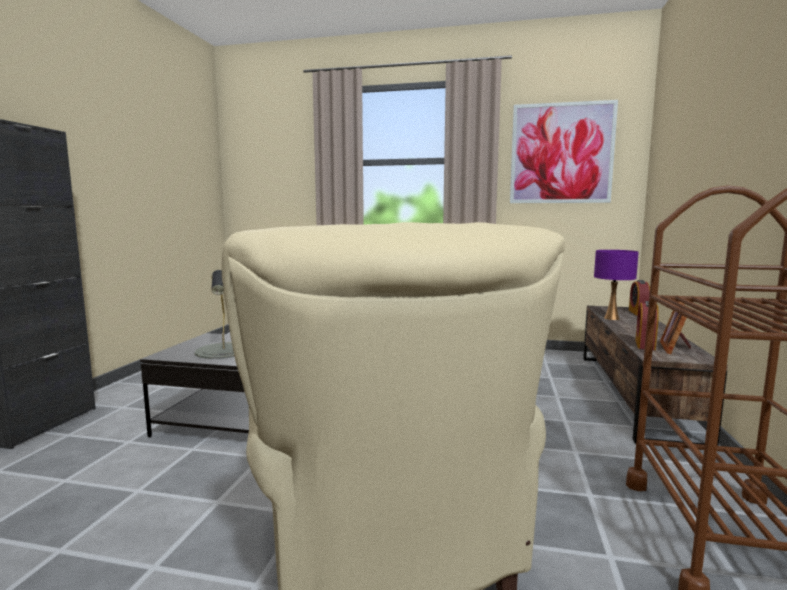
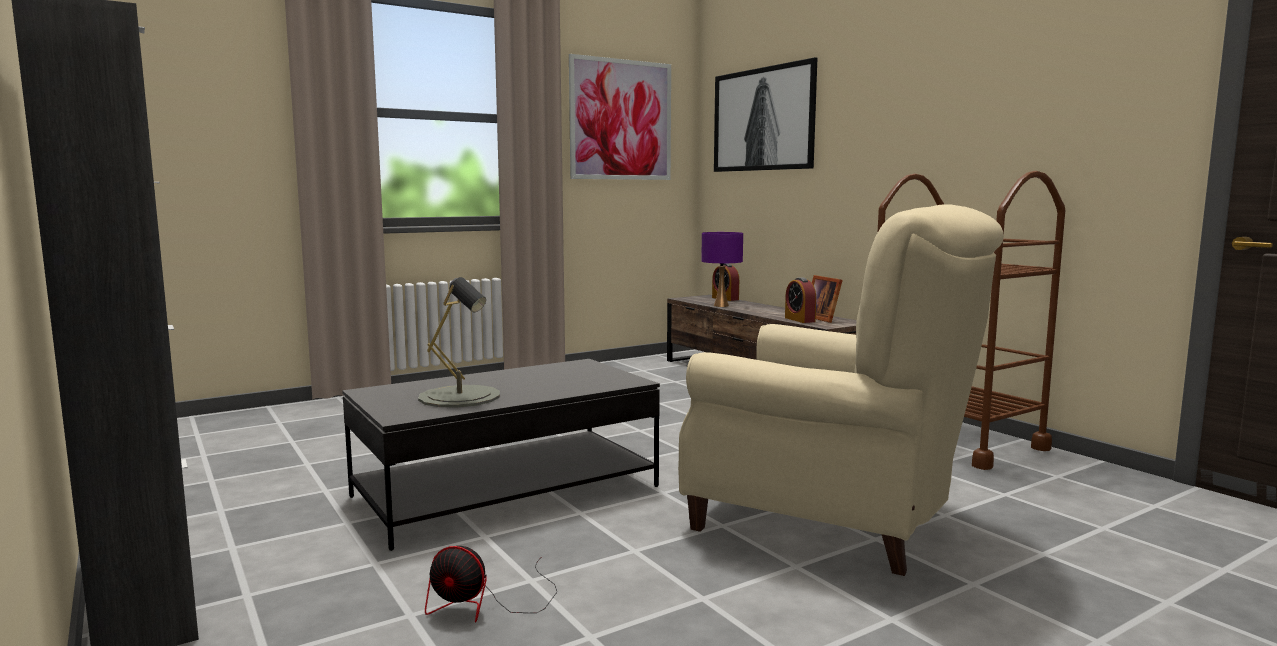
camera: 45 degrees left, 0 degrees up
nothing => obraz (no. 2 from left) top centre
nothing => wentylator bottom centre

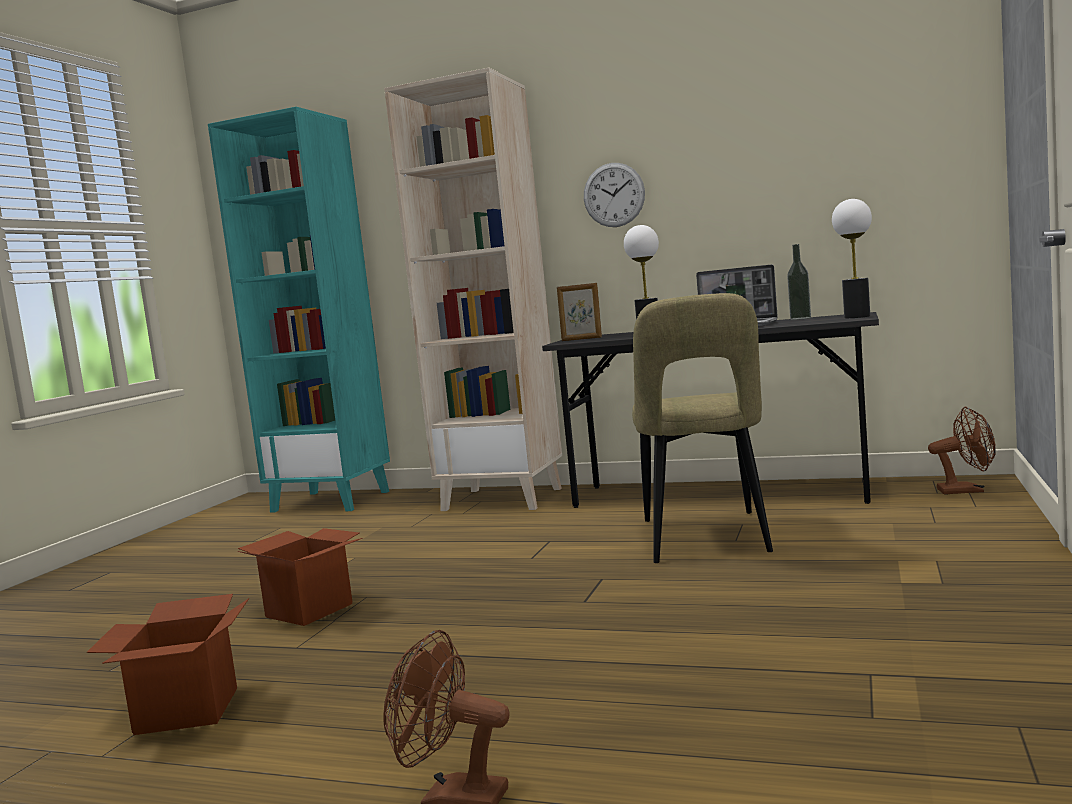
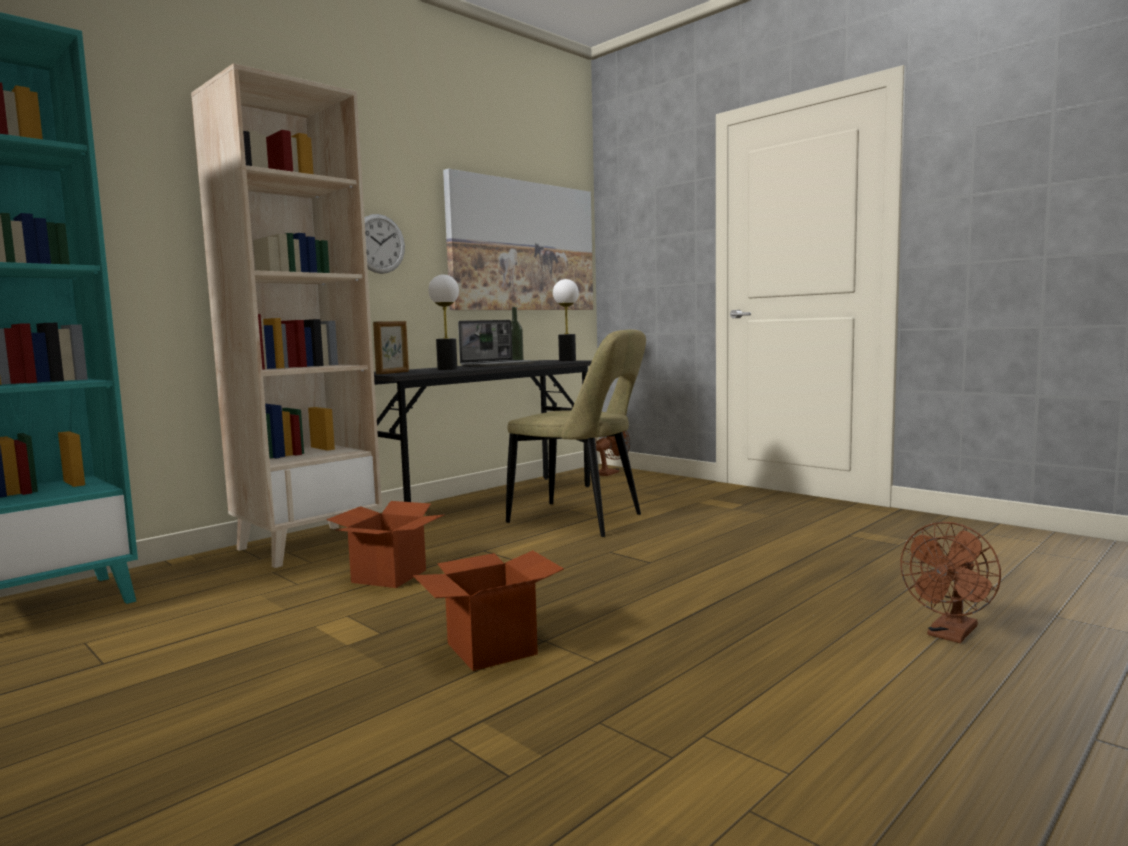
camera: 65 degrees left, 0 degrees up
karton (no. 1 from left) bottom left => karton (no. 1 from left) centre, shifted
nothing => obraz top centre

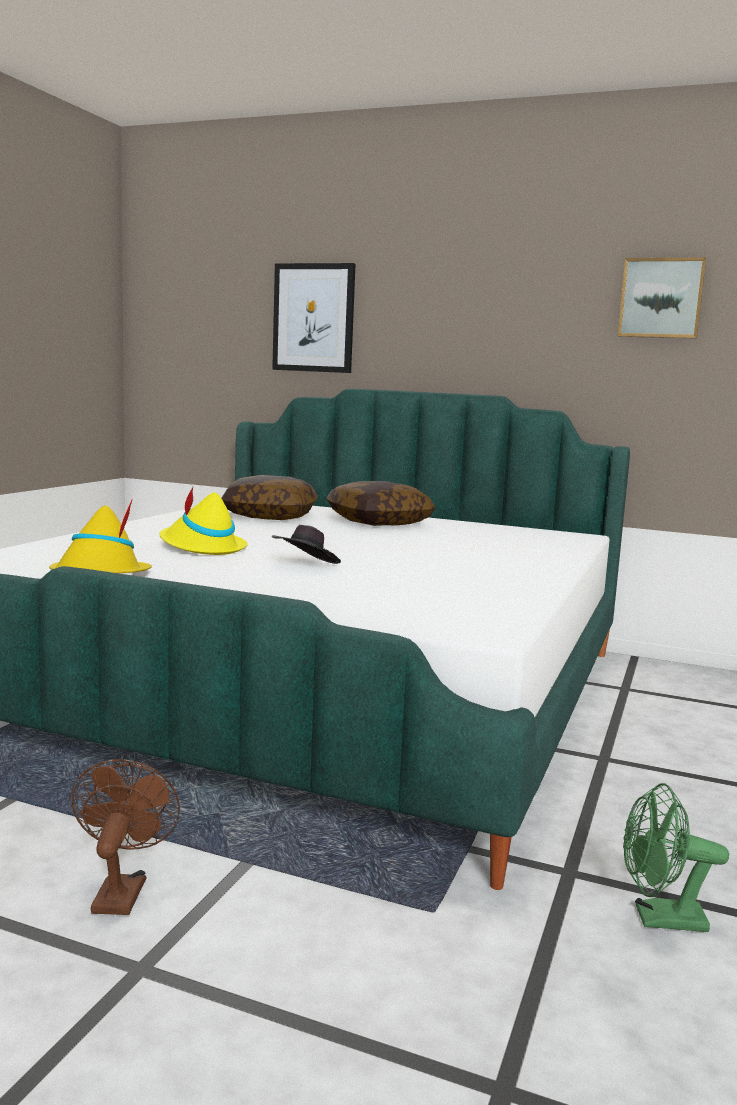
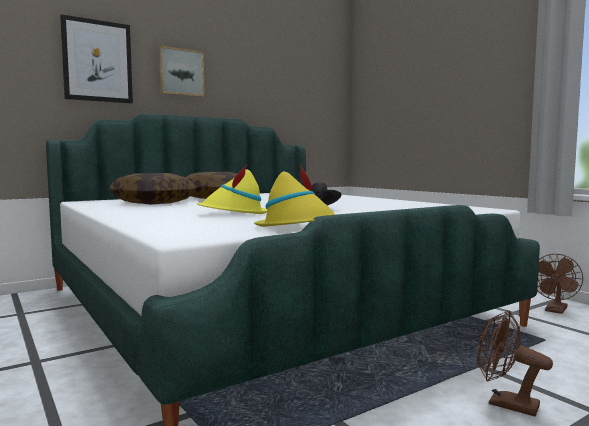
camera: 55 degrees left, 5 degrees down
obraz (no. 2 from left) top right => obraz (no. 2 from left) top left, shifted
wentylator (zielony) bottom right => wentylator (brązowy) (no. 2 from left) bottom right

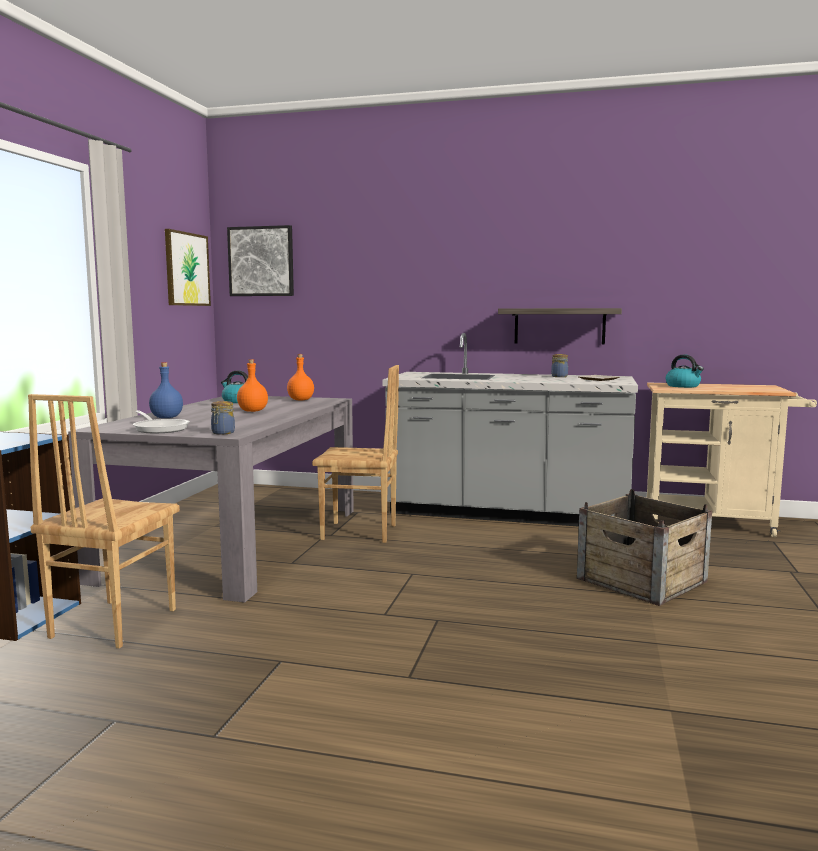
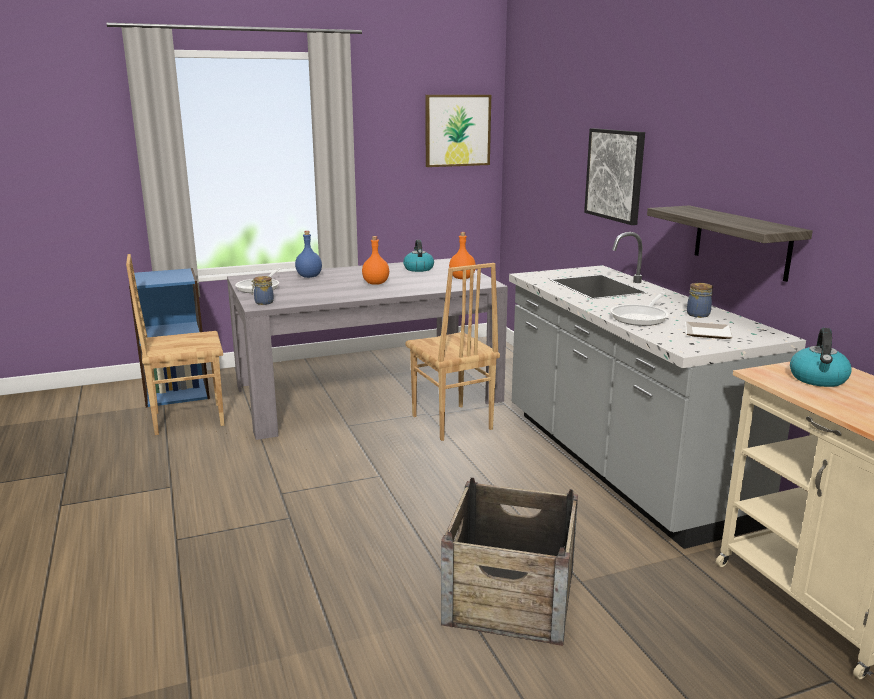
camera: 55 degrees right, 10 degrees up
obraz (no. 2 from left) top left => obraz (no. 2 from left) top right, shifted
nothing => patelnia (no. 2 from left) middle right

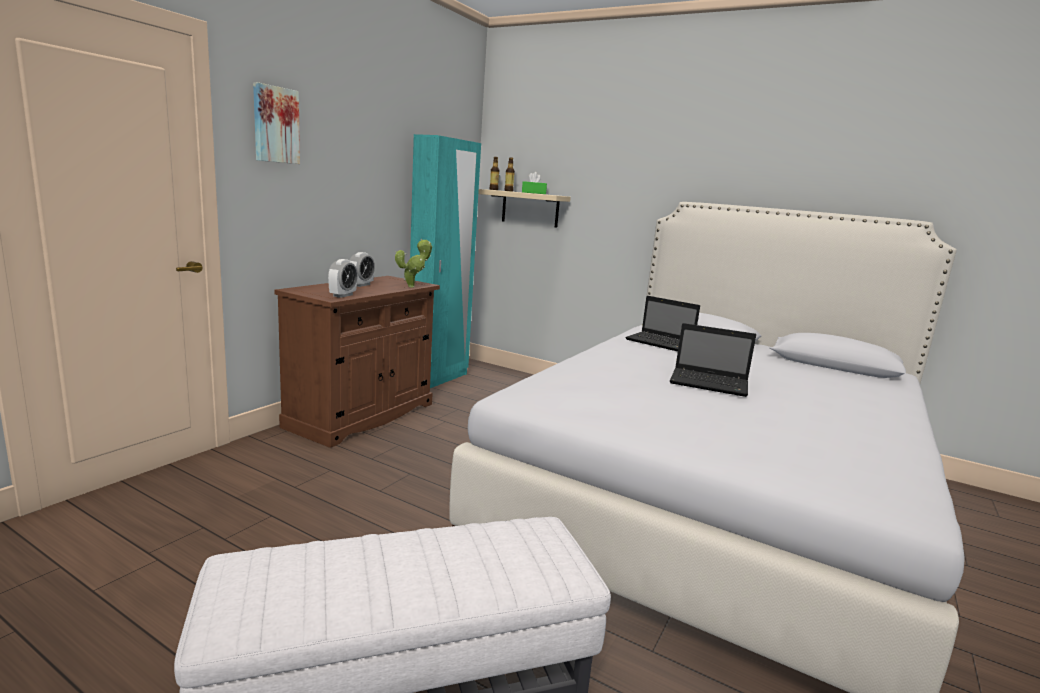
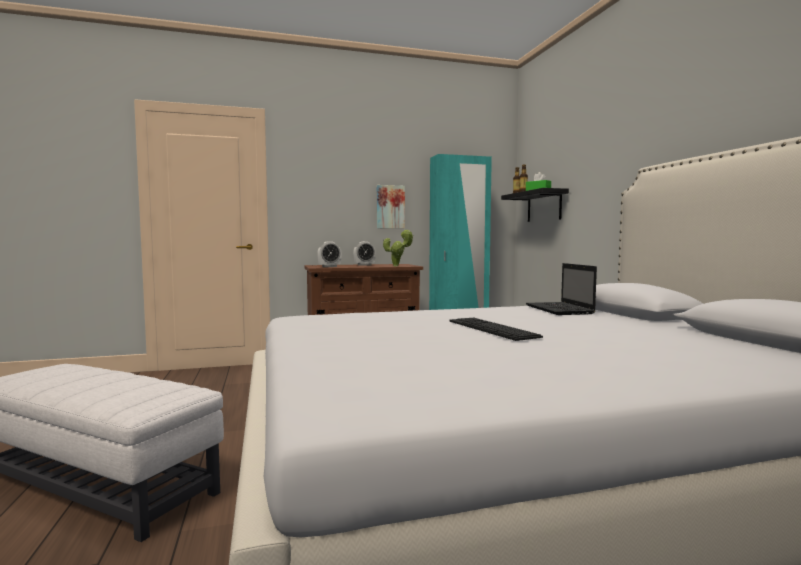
camera: 45 degrees right, 10 degrees down
obraz top left => obraz centre, shifted
półka (beżowy) top centre => półka (czarny) middle right
laptop (no. 2 from left) middle right => klawiatura centre

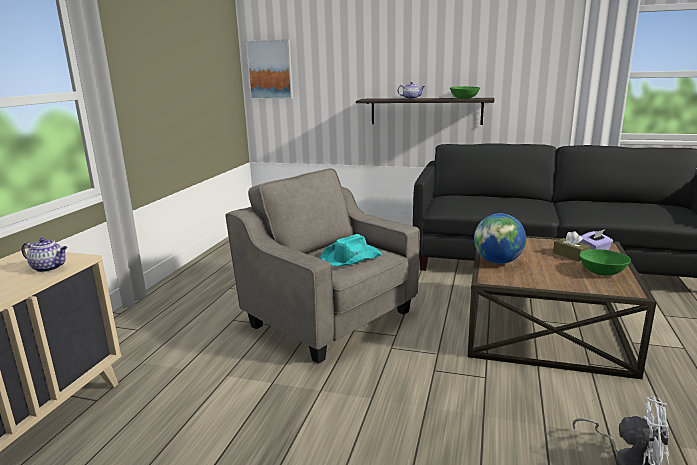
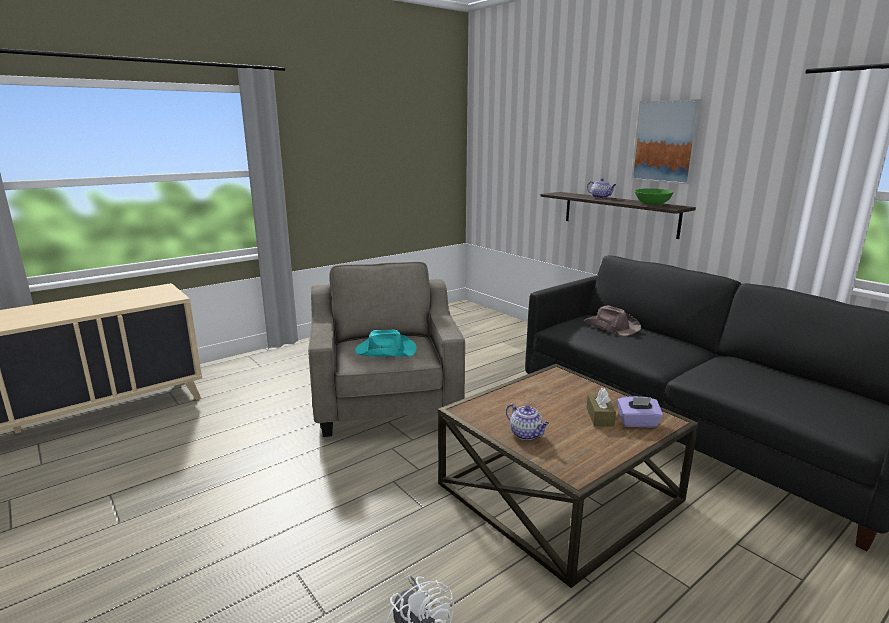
camera: 35 degrees right, 0 degrees up
obraz top centre => obraz top right, shifted
globus middle right => nothing
imbryk (no. 1 from left) middle left => imbryk (no. 1 from left) bottom centre, shifted
miska (zielony) (no. 2 from left) middle right => nothing
nothing => kapelusz (brązowy) middle right

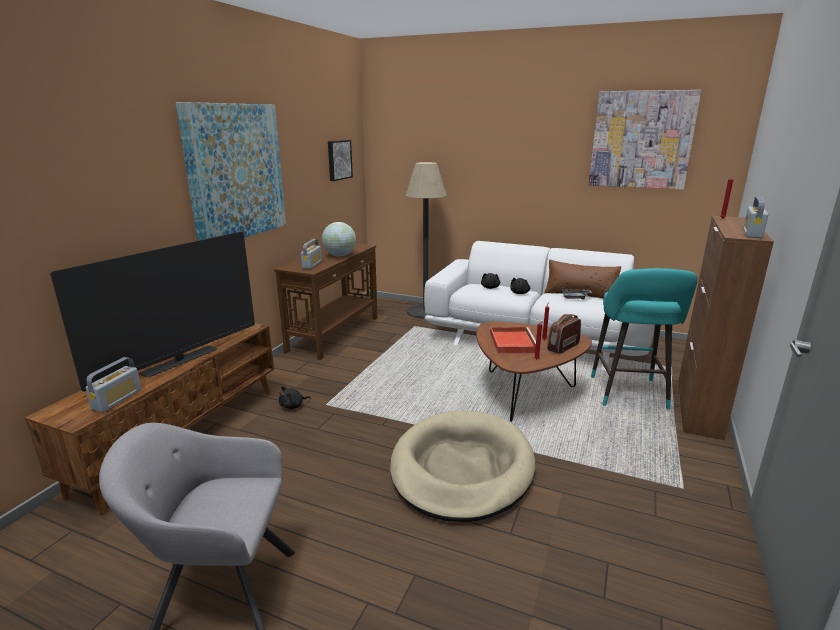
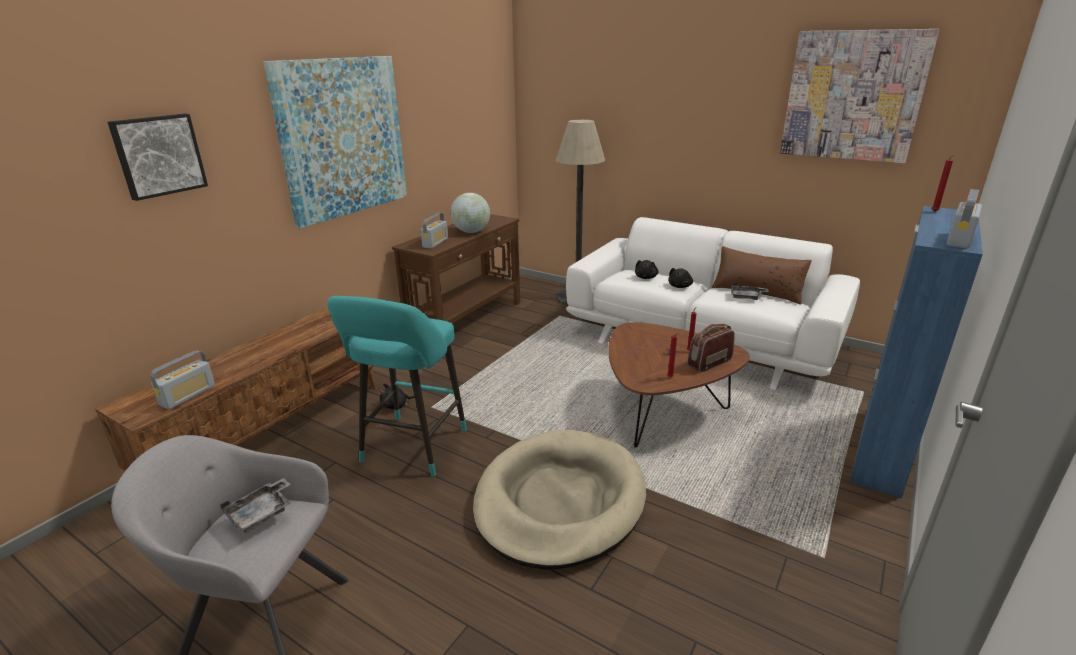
camera: 10 degrees right, 5 degrees up
obraz (no. 2 from left in the first image) top centre => obraz (no. 1 from left) top left, shifted
szafka (brązowy) middle right => szafka (niebieski) middle right
telewizor middle left => nothing
stołek (turkusowy) middle right => stołek (turkusowy) centre, shifted
taca (czerwony) centre => nothing
nothing => taca (szary) (no. 1 from left) bottom left

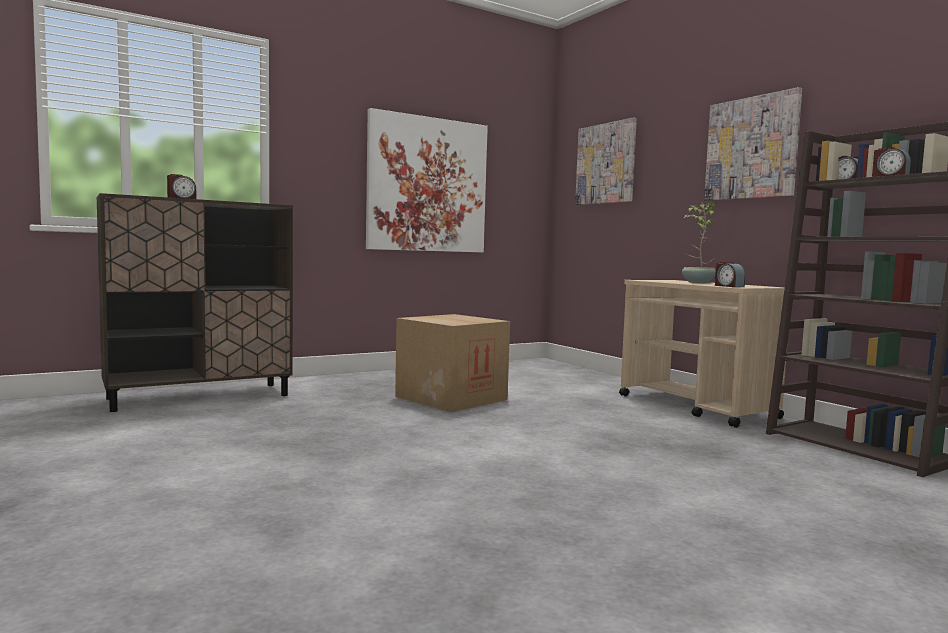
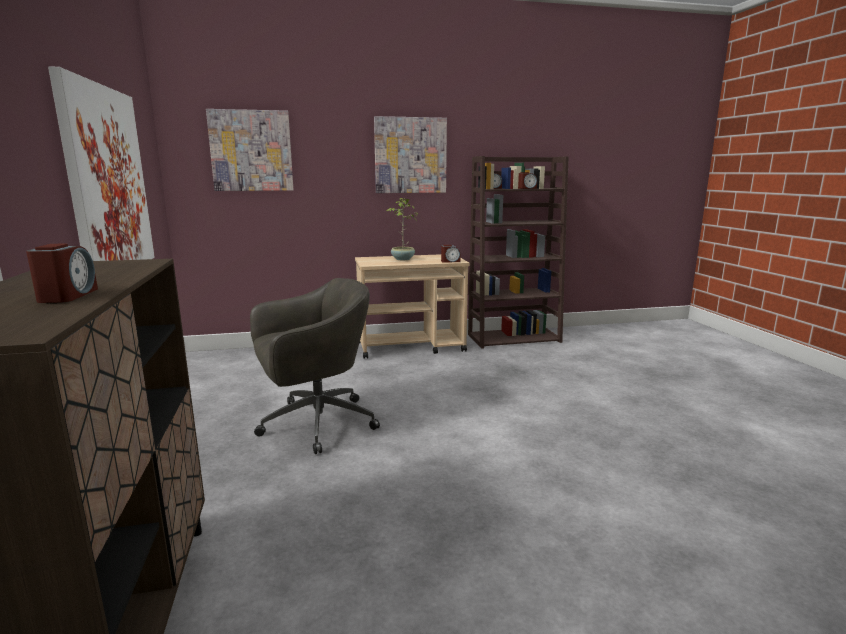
camera: 70 degrees left, 10 degrees up
karton centre => krzesło biurowe (szary) centre

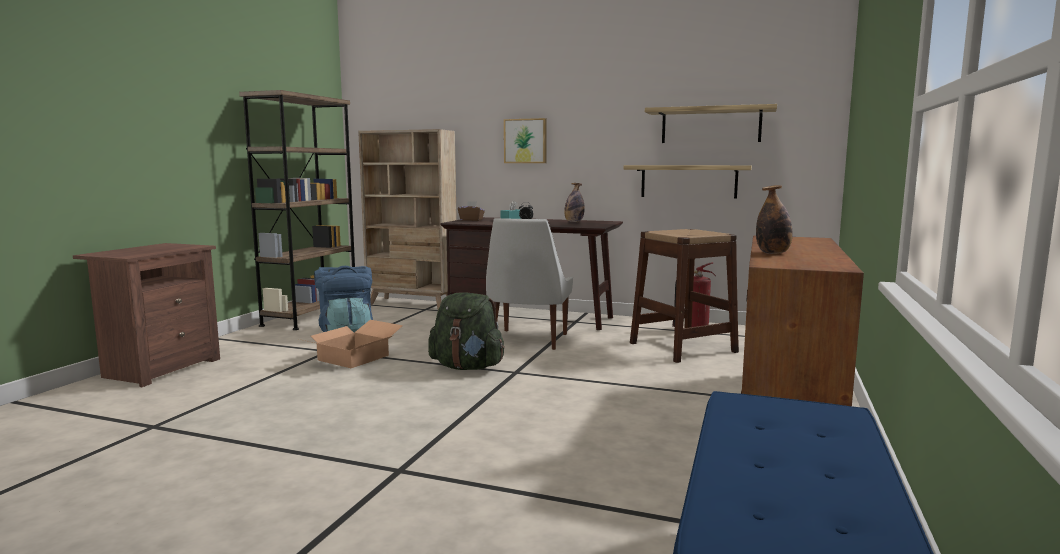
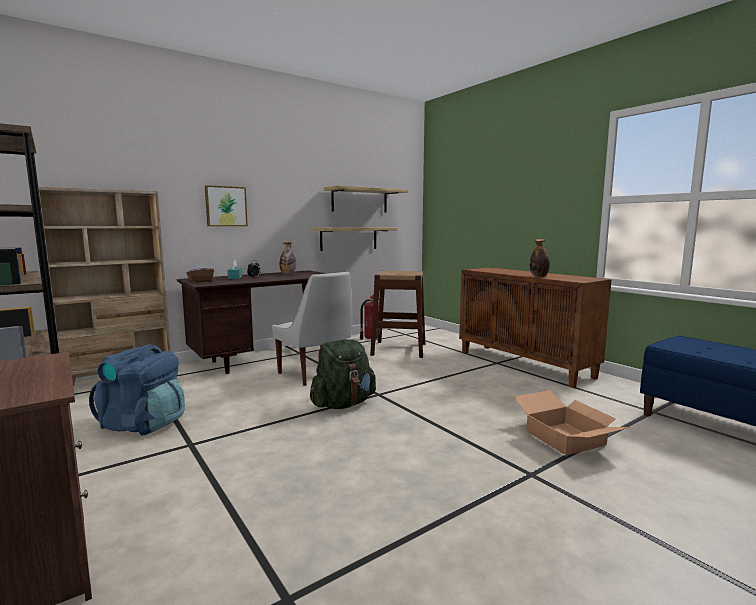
camera: 55 degrees left, 0 degrees up
karton middle left => karton bottom right, shifted

